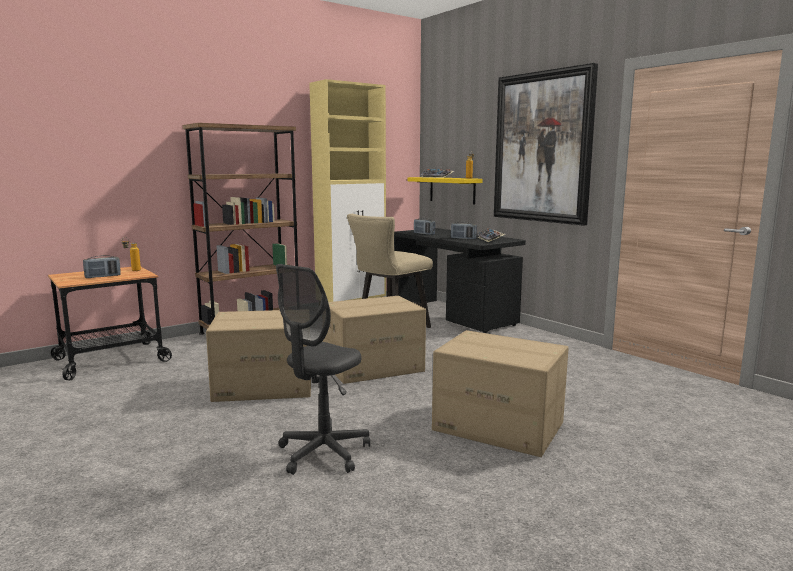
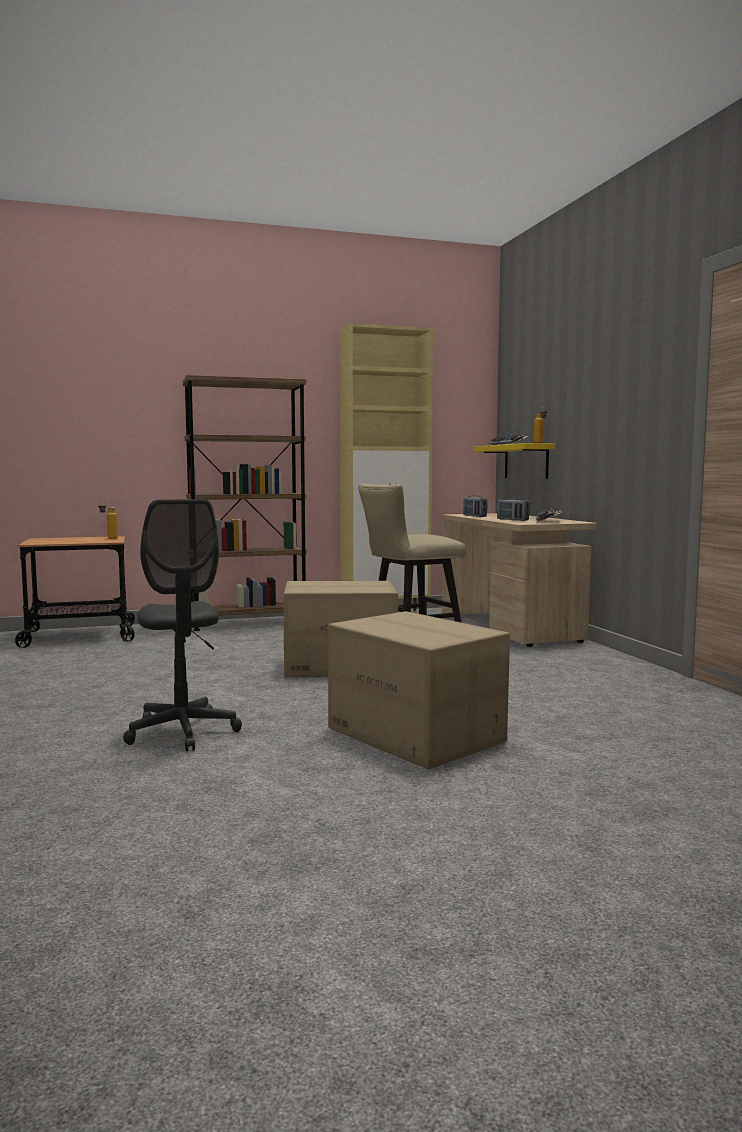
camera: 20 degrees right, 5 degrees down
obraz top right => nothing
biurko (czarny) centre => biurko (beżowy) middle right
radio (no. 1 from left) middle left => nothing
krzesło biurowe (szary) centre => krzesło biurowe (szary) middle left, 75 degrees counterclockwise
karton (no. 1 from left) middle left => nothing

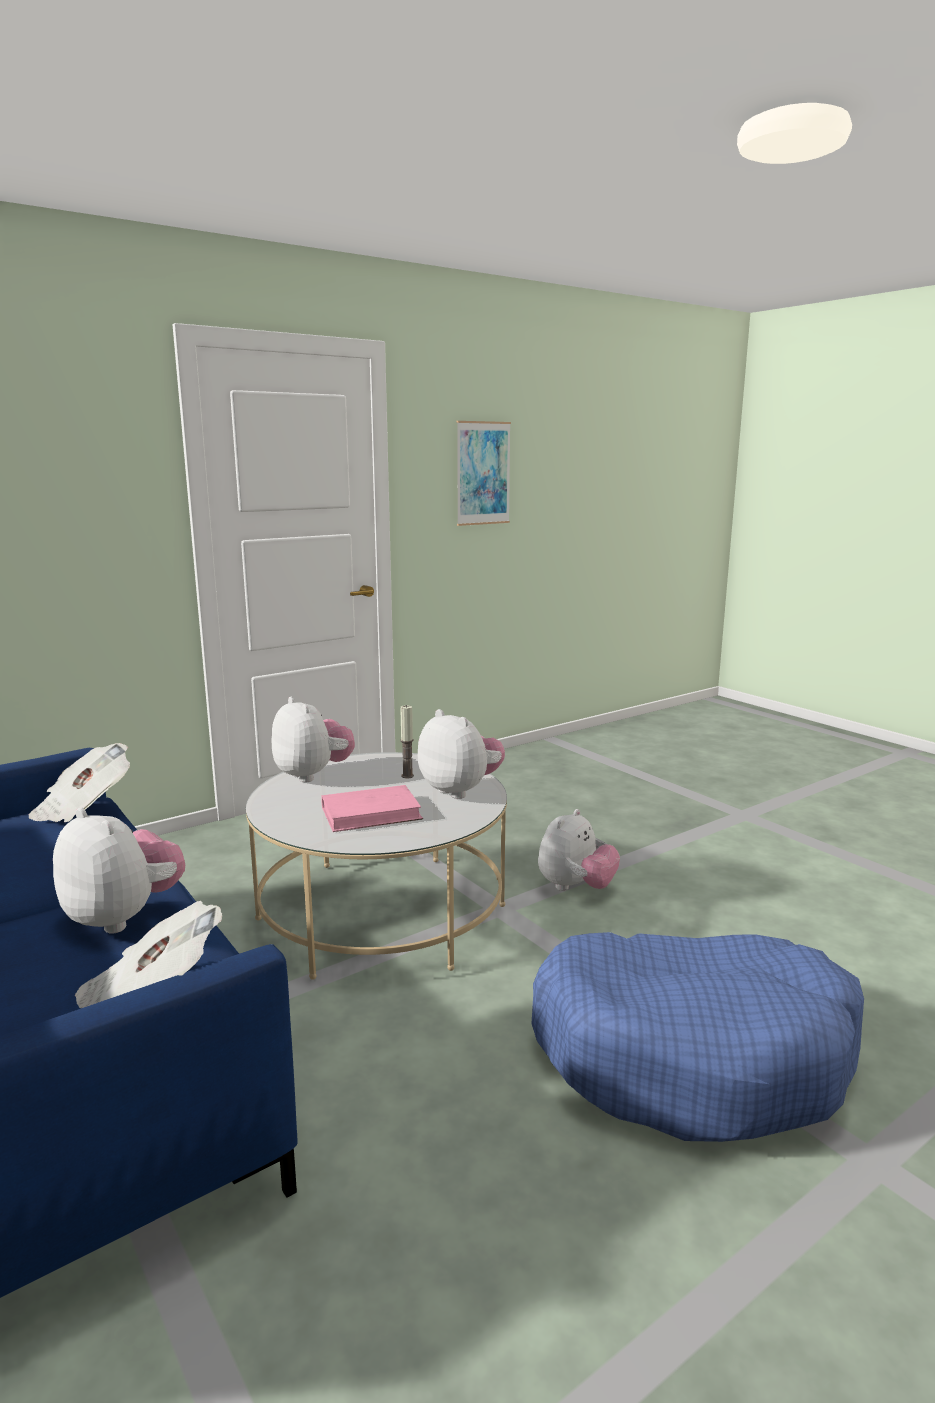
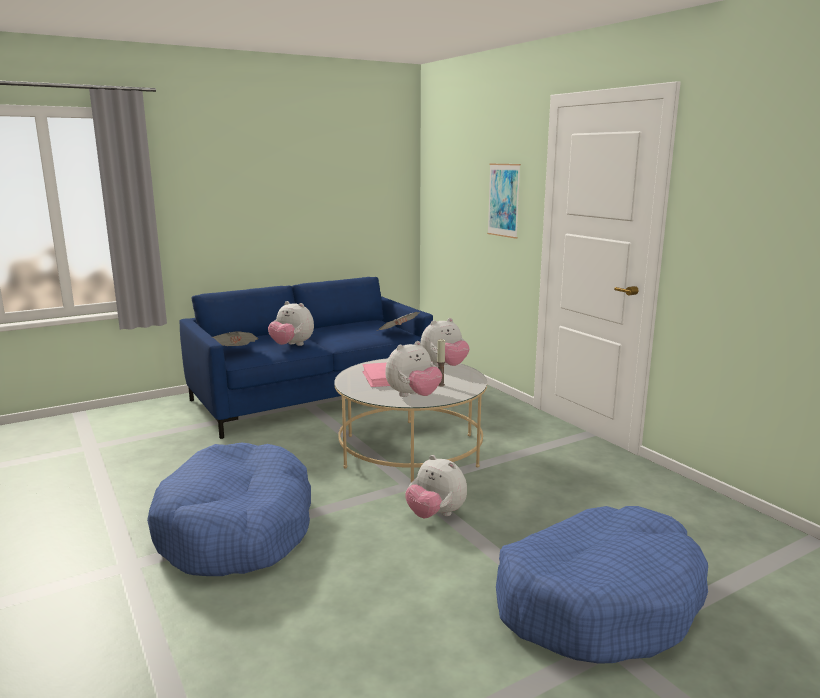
camera: 95 degrees right, 0 degrees up
obraz centre => obraz top centre, shifted
pluszak (no. 1 from left) middle left => pluszak (no. 1 from left) centre, 75 degrees clockwise
nothing => legowisko (niebieski) (no. 2 from left) bottom right

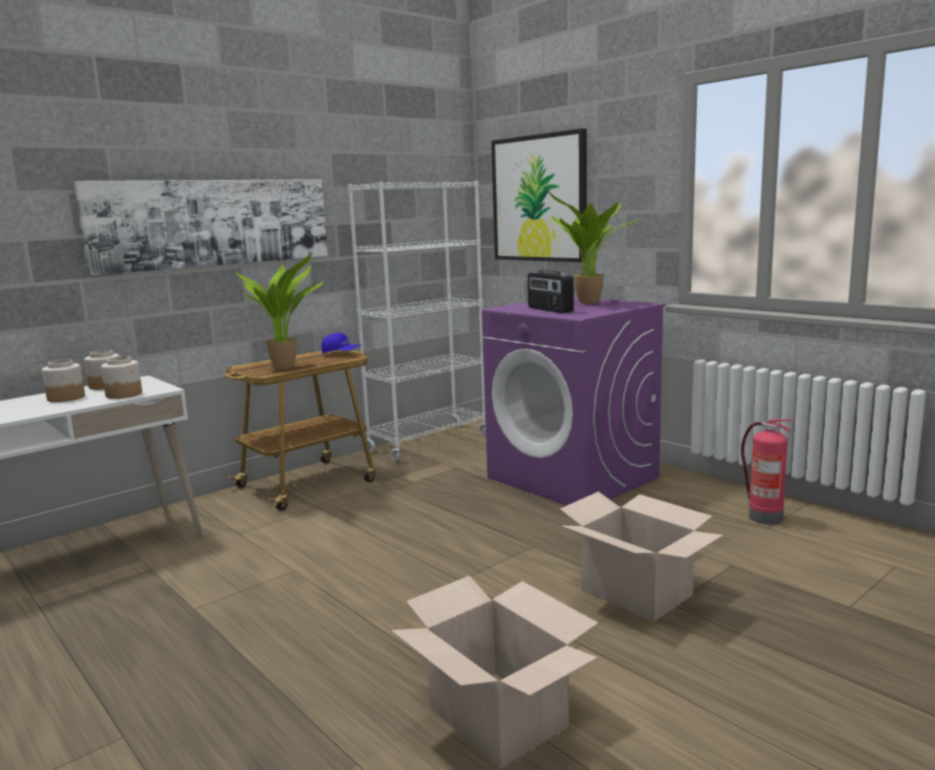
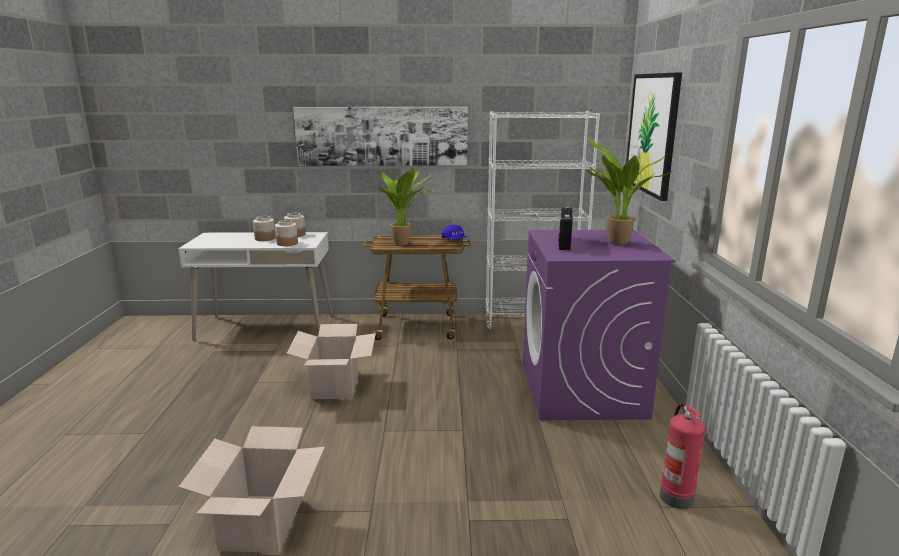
camera: 40 degrees right, 5 degrees up
karton (no. 2 from left) bottom right => karton (no. 2 from left) centre, shifted

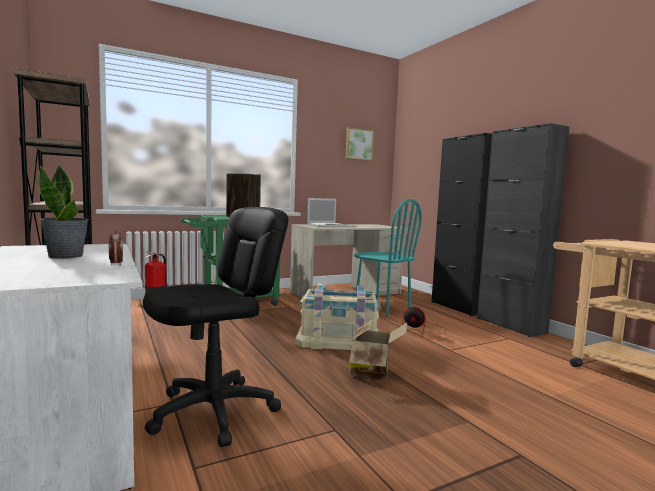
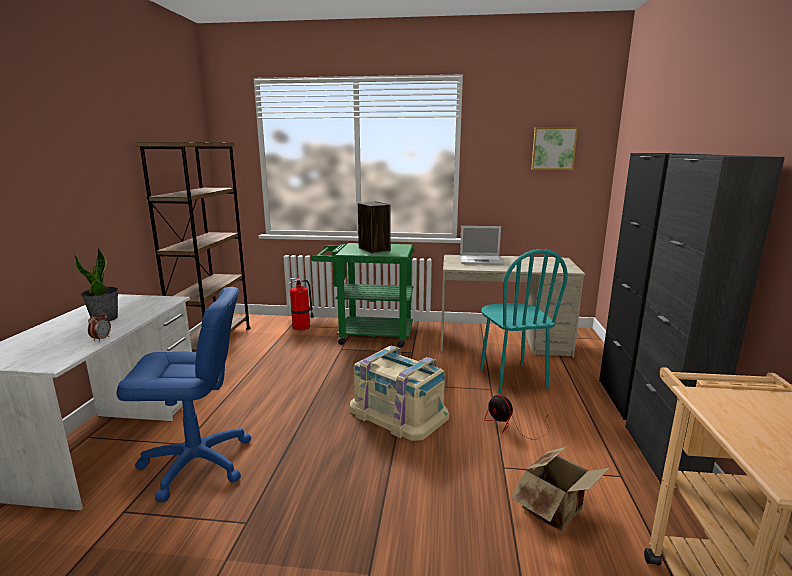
camera: 35 degrees right, 10 degrees up
krzesło biurowe (czarny) middle left => krzesło biurowe (niebieski) bottom left
karton bottom centre => karton bottom right, shifted

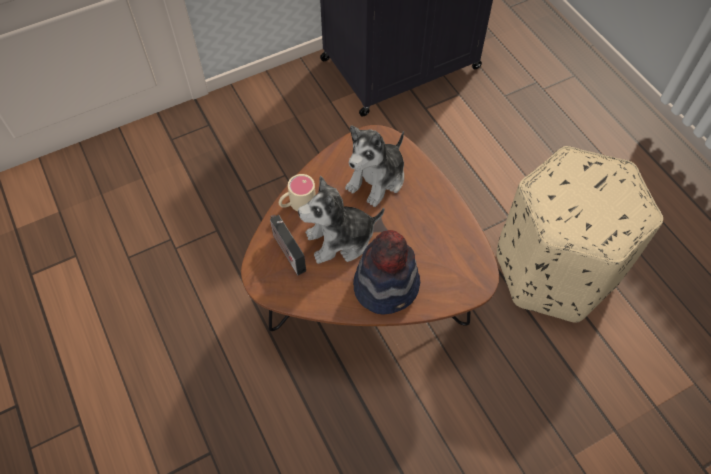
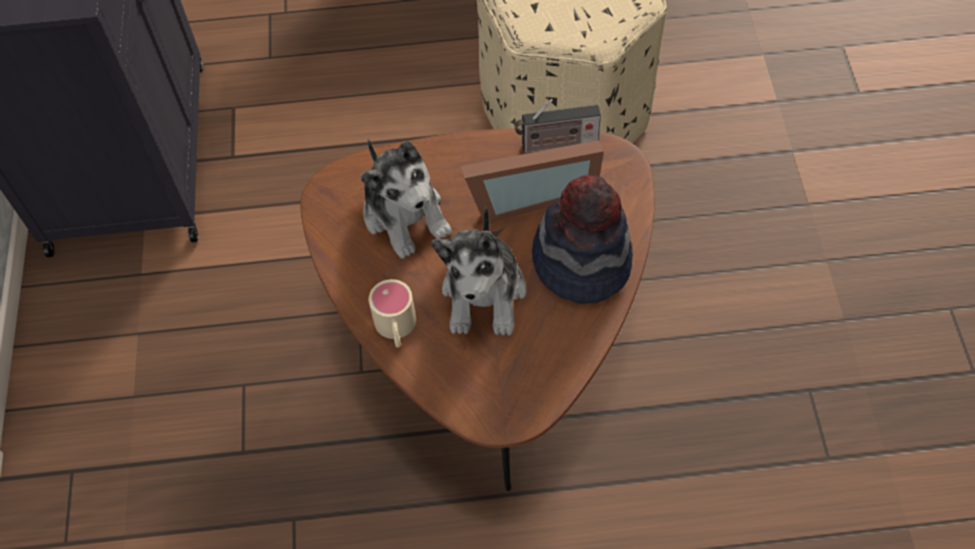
camera: 65 degrees left, 0 degrees up
radio centre => radio top centre, shifted
nothing => ramka na zdjęcie top centre

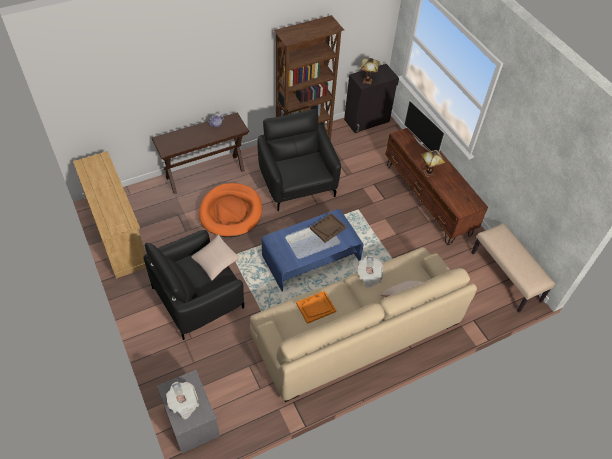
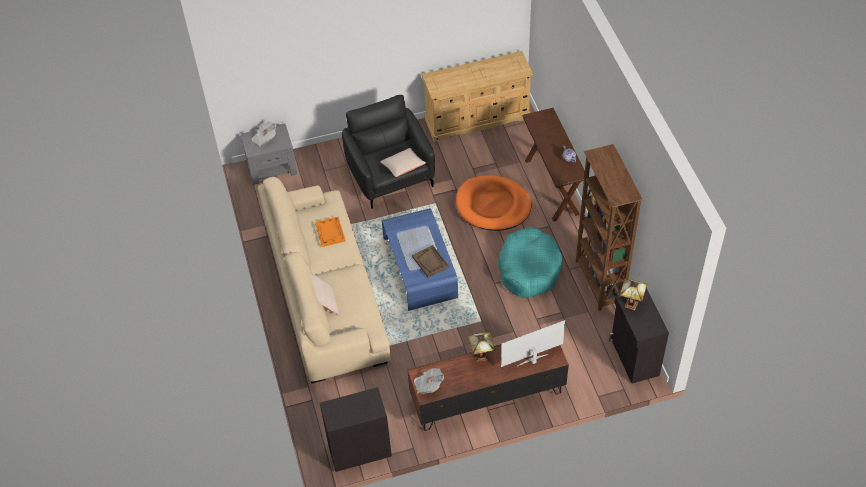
camera: 105 degrees right, 0 degrees up
fotel (czarny) (no. 2 from left) centre => legowisko (turkusowy) centre
ławka (beżowy) middle right => szafka (czarny) (no. 1 from left) bottom centre
gazeta (no. 2 from left) centre => gazeta (no. 2 from left) bottom centre, shifted

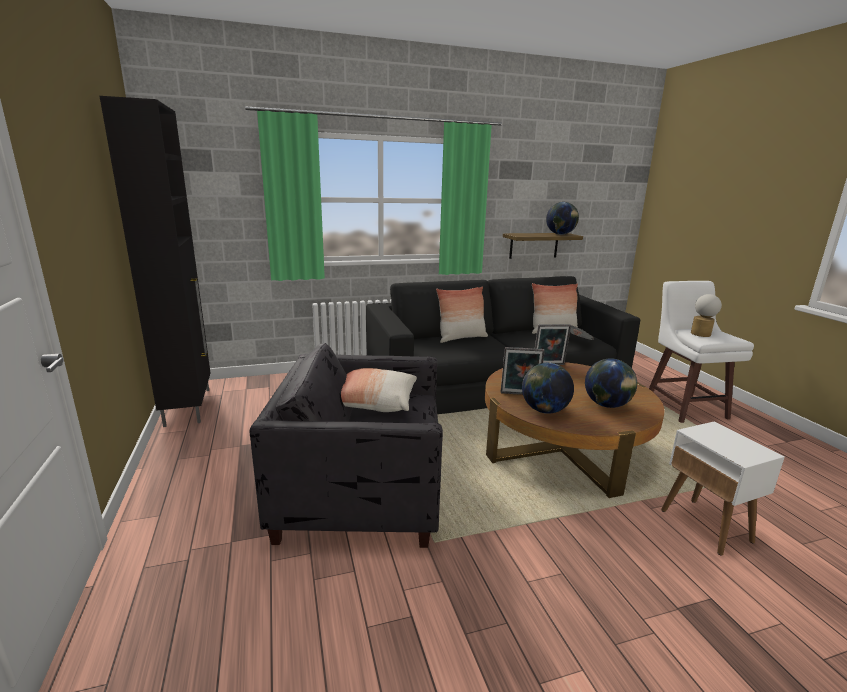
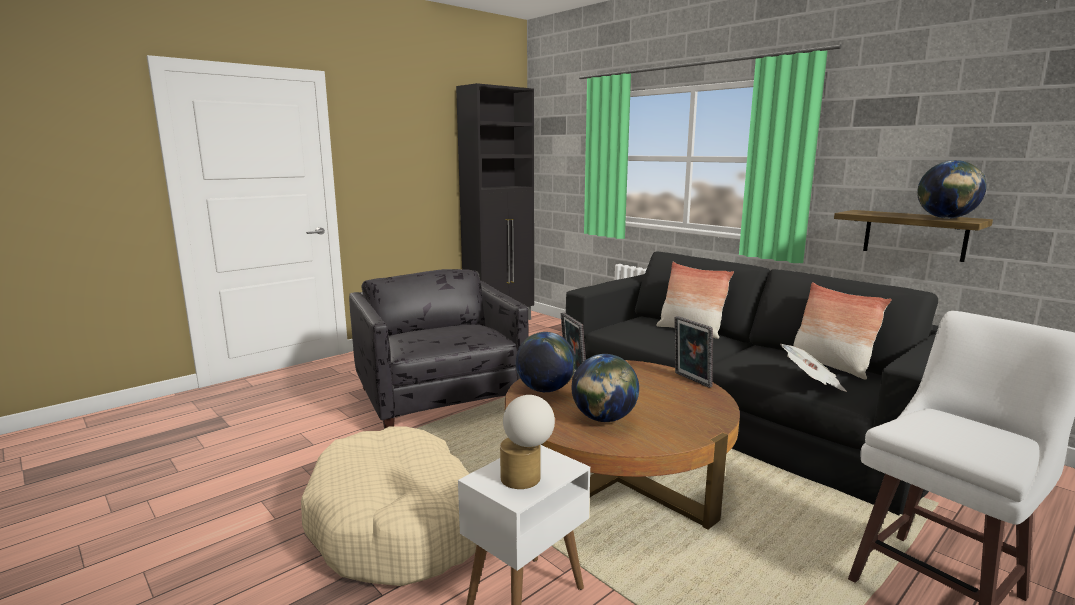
camera: 65 degrees right, 5 degrees down
lampa stołowa middle right => lampa stołowa bottom centre, shifted
poduszka (no. 1 from left) centre => nothing
nothing => legowisko (beżowy) bottom centre

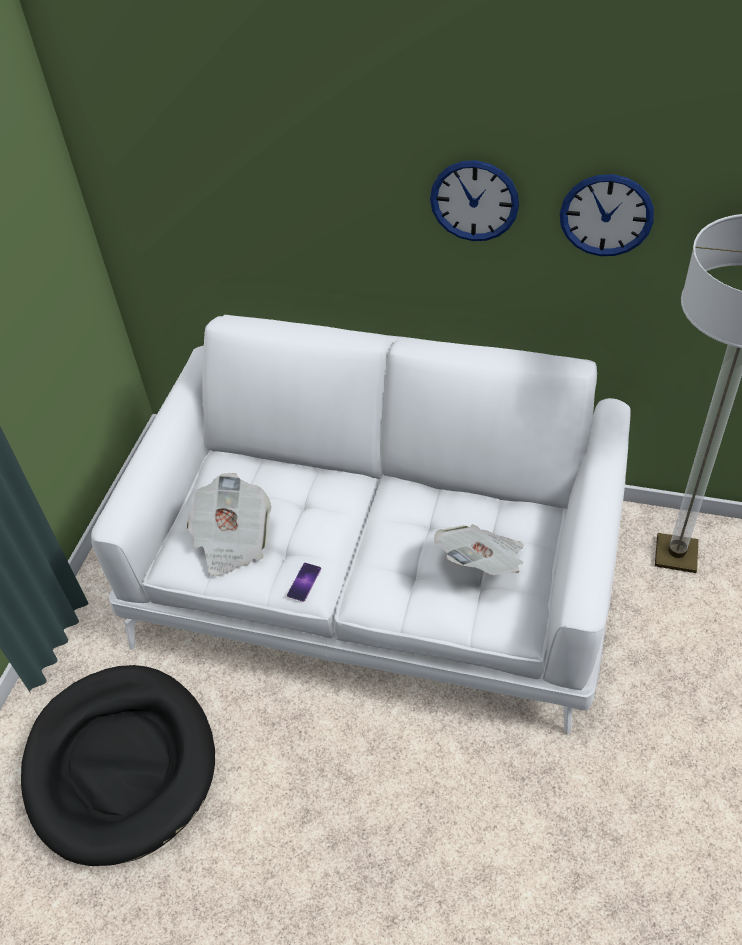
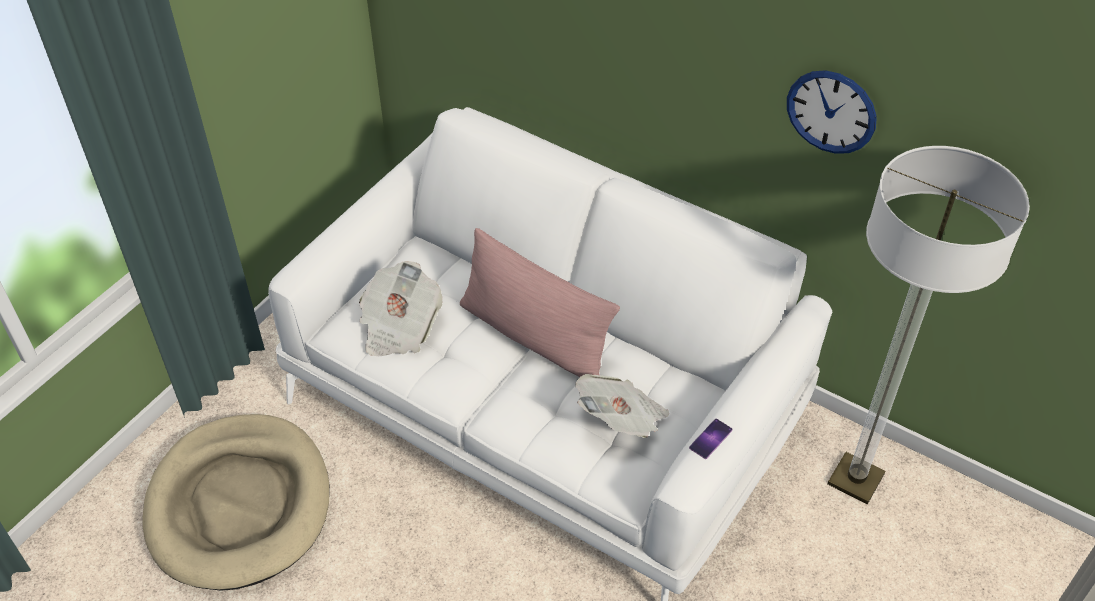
camera: 15 degrees right, 0 degrees up
zegar ścienny (no. 1 from left) top centre => nothing
telefon centre => telefon bottom centre, shifted
legowisko (czarny) bottom left => legowisko (beżowy) bottom left
nothing => poduszka (różowy) centre

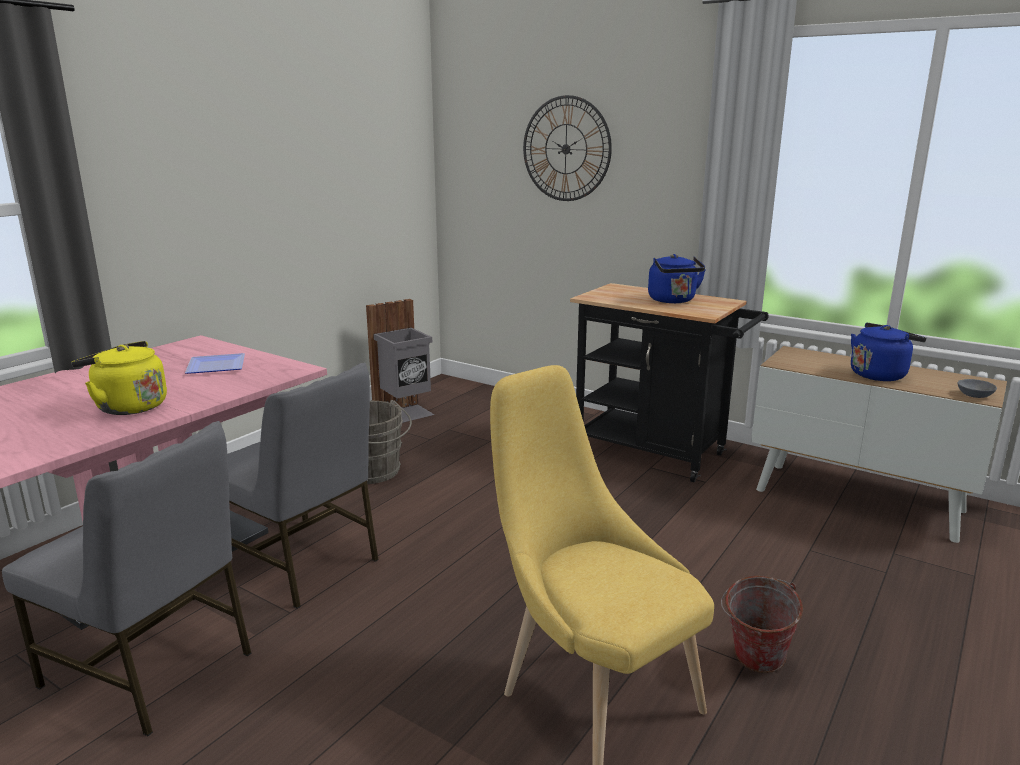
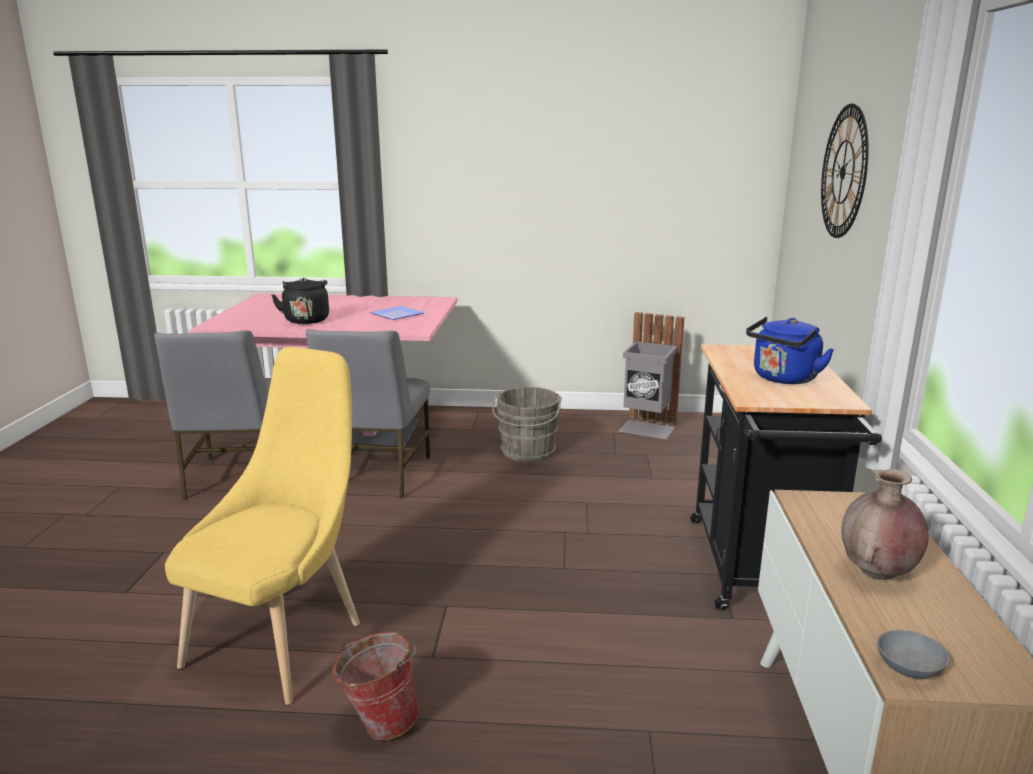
camera: 60 degrees right, 0 degrees up
czajnik (niebieski) (no. 2 from left) middle right => wazon (brązowy) bottom right
czajnik (żółty) middle left => czajnik (czarny) middle left

